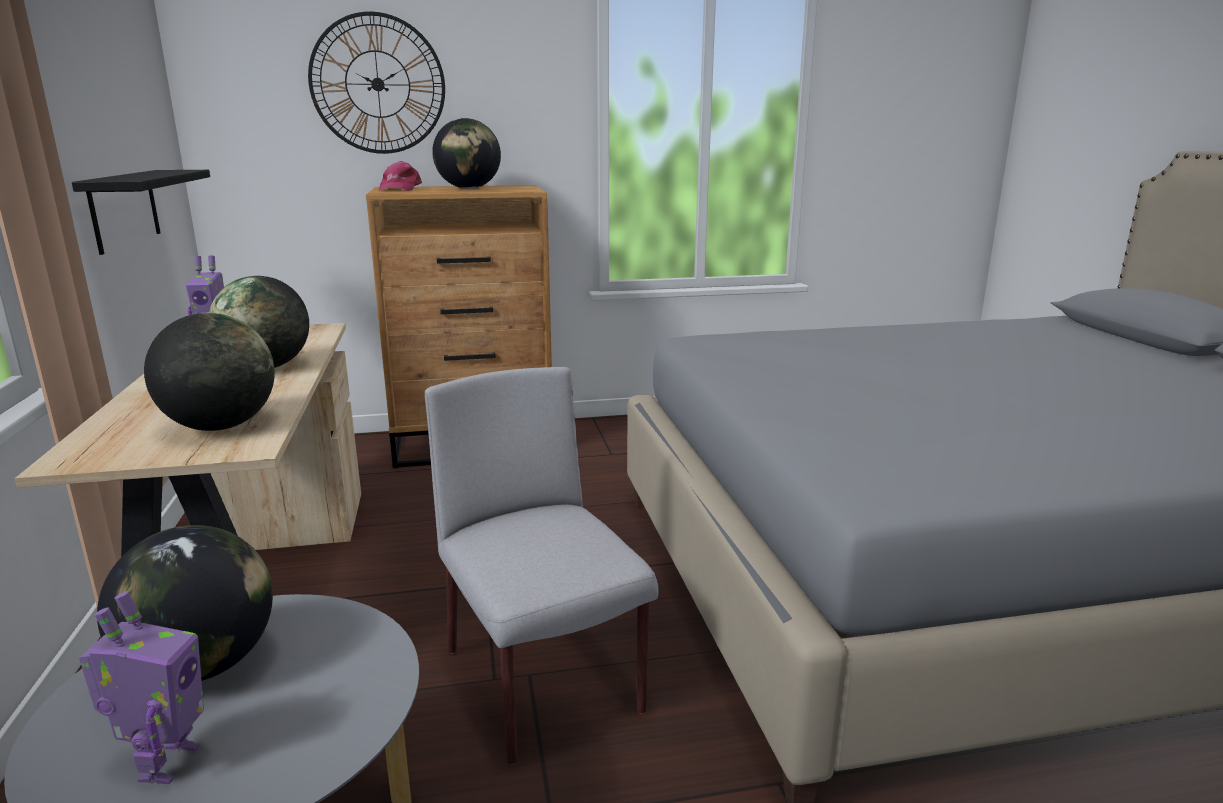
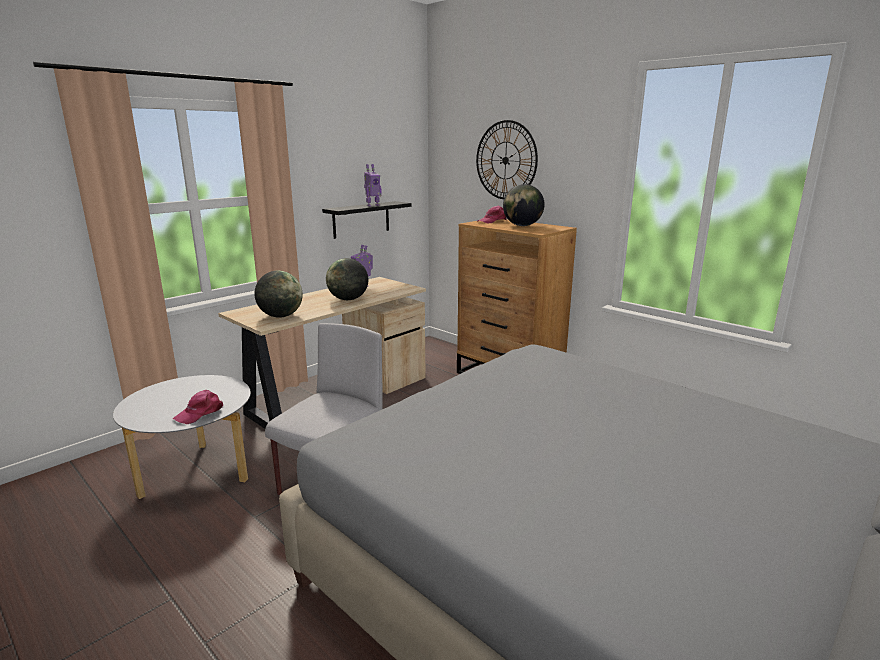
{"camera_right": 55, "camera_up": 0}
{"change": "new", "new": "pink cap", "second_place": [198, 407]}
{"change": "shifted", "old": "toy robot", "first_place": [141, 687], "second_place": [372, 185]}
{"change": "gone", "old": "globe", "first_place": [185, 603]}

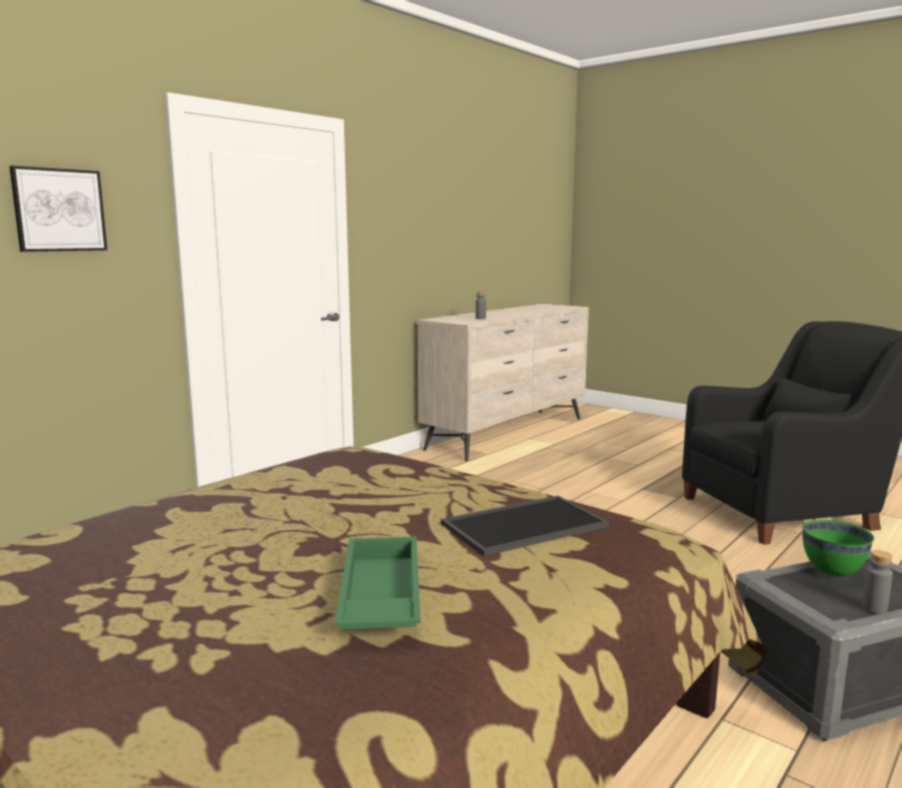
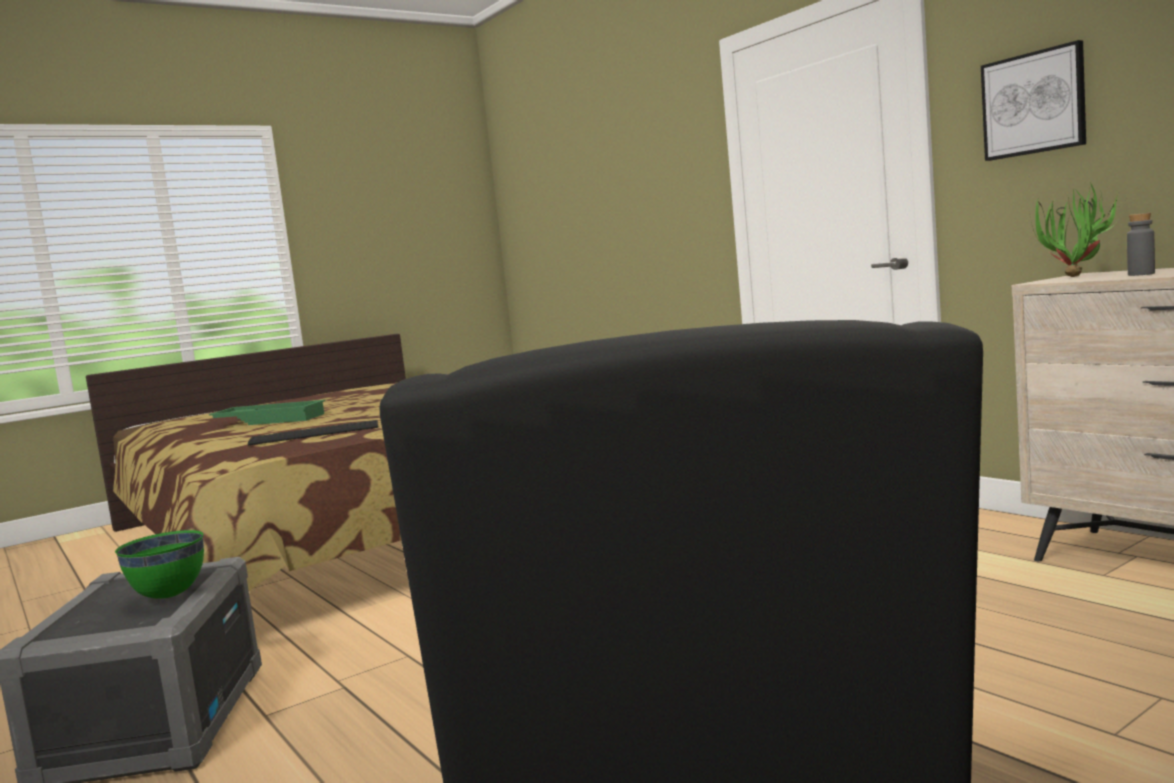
{"camera_right": 105, "camera_up": -5}
{"change": "swapped", "old": "tray", "new": "keyboard", "first_place": [525, 526], "second_place": [313, 432]}
{"change": "shifted", "old": "picture", "first_place": [58, 209], "second_place": [1033, 100]}
{"change": "new", "new": "potted plant", "second_place": [1076, 229]}
{"change": "gone", "old": "grey bottle", "first_place": [877, 582]}

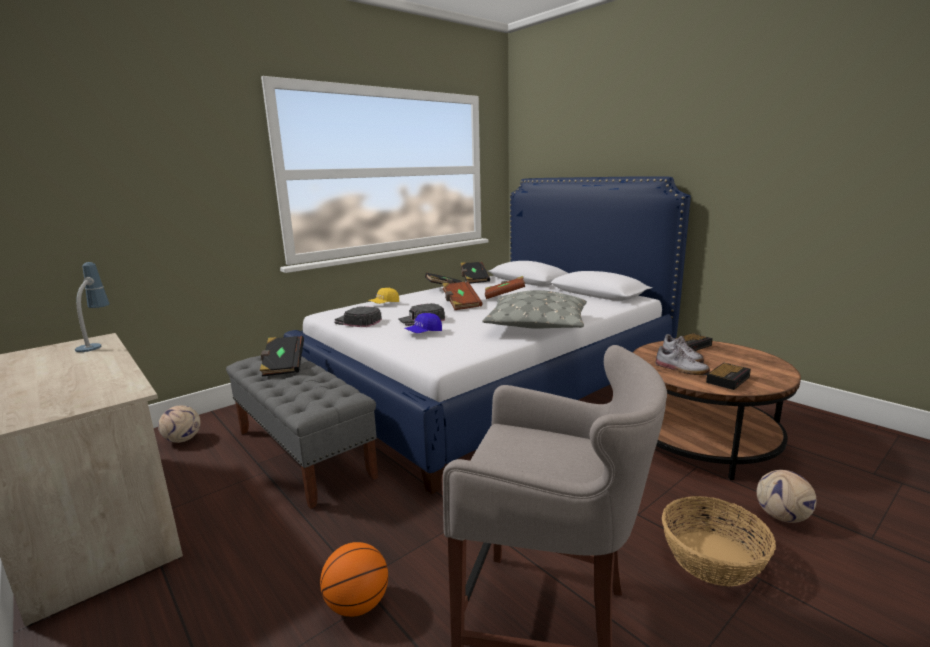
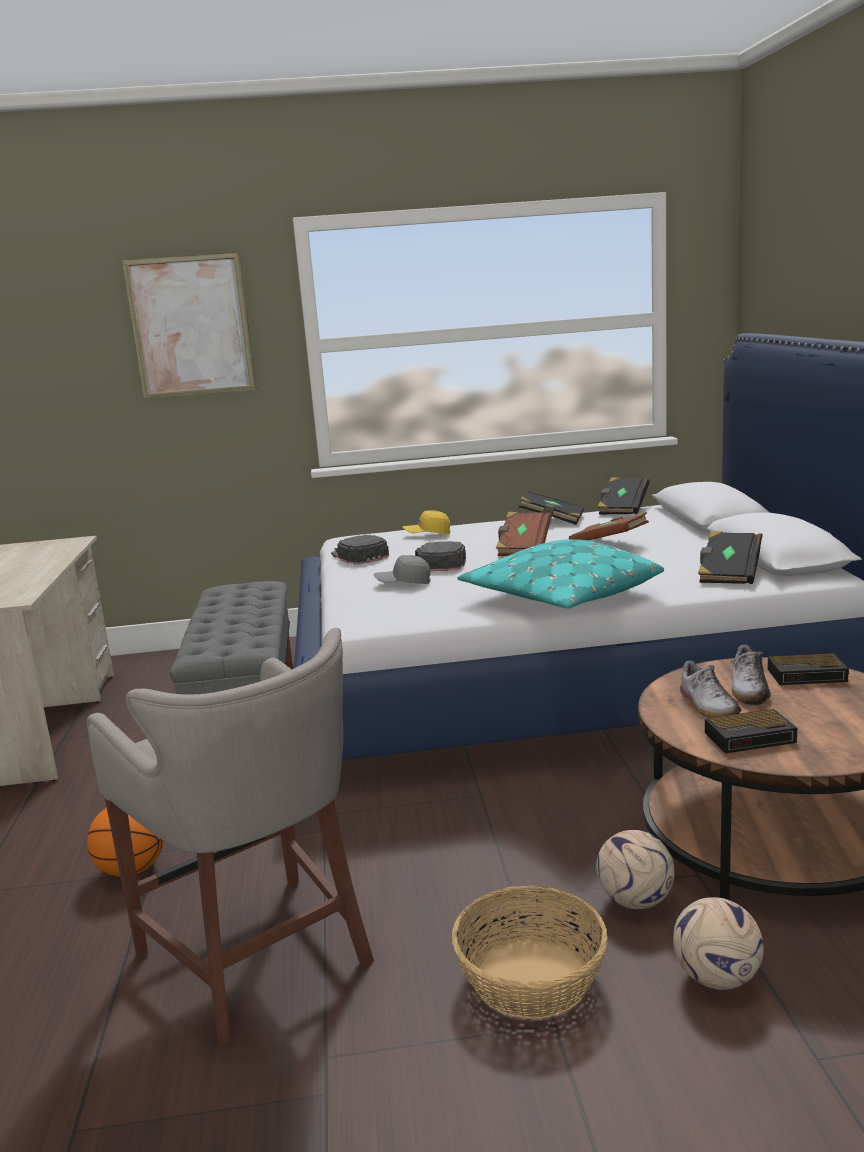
{"camera_right": 35, "camera_up": 0}
{"change": "new", "new": "picture", "second_place": [189, 325]}
{"change": "repainted", "old": "blue cap", "new": "grey cap", "first_place": [423, 323], "second_place": [402, 569]}
{"change": "repainted", "old": "grey pillow", "new": "turquoise pillow", "first_place": [534, 309], "second_place": [560, 573]}
{"change": "shifted", "old": "football", "first_place": [179, 424], "second_place": [635, 869]}
{"change": "shifted", "old": "black book", "first_place": [282, 356], "second_place": [730, 557]}
{"change": "gone", "old": "table lamp", "first_place": [92, 307]}

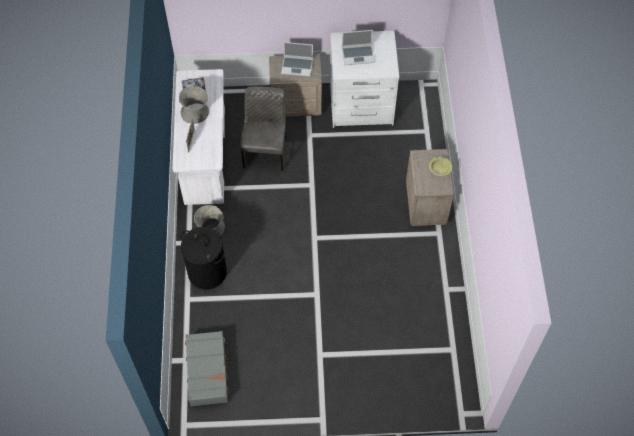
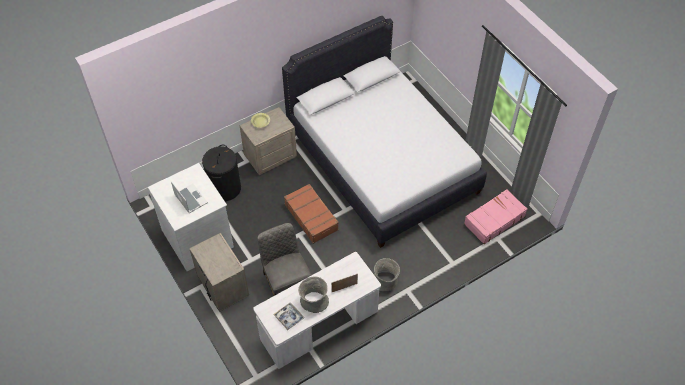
{"camera_right": -120, "camera_up": -5}
{"change": "shifted", "old": "black laundry basket", "first_place": [204, 258], "second_place": [221, 172]}
{"change": "rotated", "old": "grey chair", "first_place": [263, 128], "second_place": [284, 259], "degrees": 90}
{"change": "new", "new": "white bed", "second_place": [384, 132]}
{"change": "new", "new": "brown suitcase", "second_place": [311, 214]}
{"change": "repainted", "old": "grey suitcase", "new": "pink suitcase", "first_place": [208, 369], "second_place": [496, 216]}
{"change": "gone", "old": "laptop", "first_place": [297, 59]}

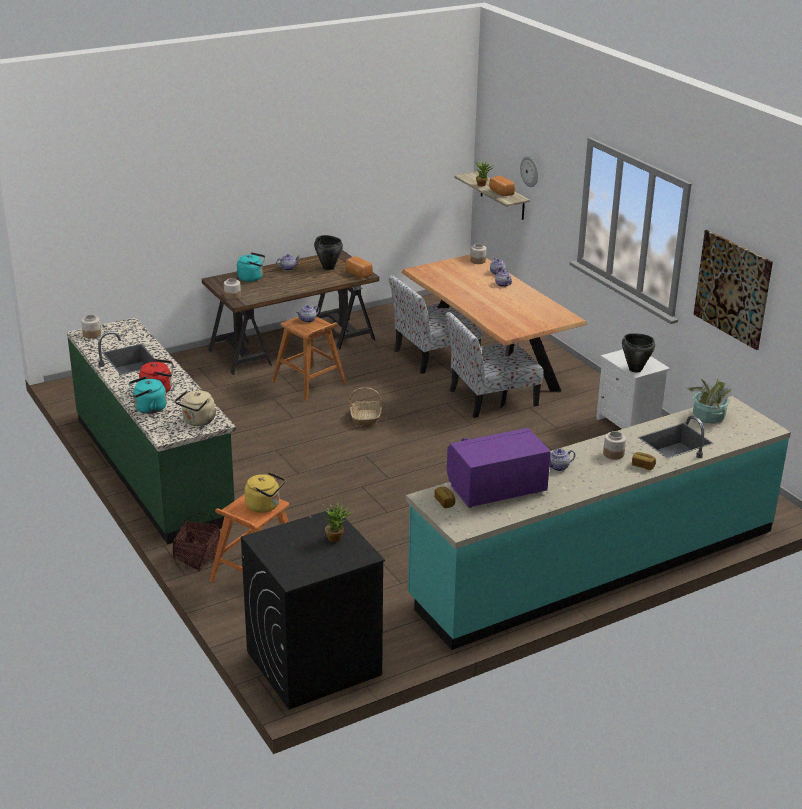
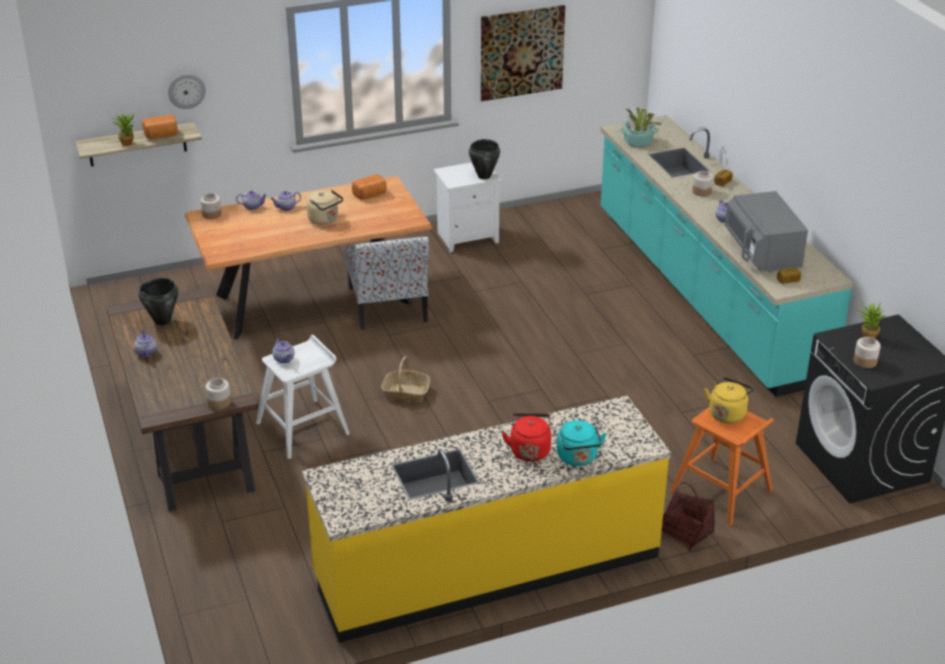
{"camera_right": -80, "camera_up": 5}
{"change": "repainted", "old": "brown stool", "new": "white stool", "first_place": [309, 358], "second_place": [303, 397]}
{"change": "repainted", "old": "green counter", "new": "yellow counter", "first_place": [151, 430], "second_place": [486, 519]}
{"change": "shifted", "old": "beige kettle", "first_place": [196, 408], "second_place": [324, 207]}
{"change": "shifted", "old": "bread", "first_place": [359, 267], "second_place": [369, 187]}
{"change": "repainted", "old": "purple microwave", "new": "grey microwave", "first_place": [499, 468], "second_place": [766, 232]}
{"change": "shifted", "old": "jar", "first_place": [91, 327], "second_place": [867, 352]}
{"change": "gone", "old": "turquoise kettle", "first_place": [251, 267]}
{"change": "gone", "old": "chair", "first_place": [436, 324]}

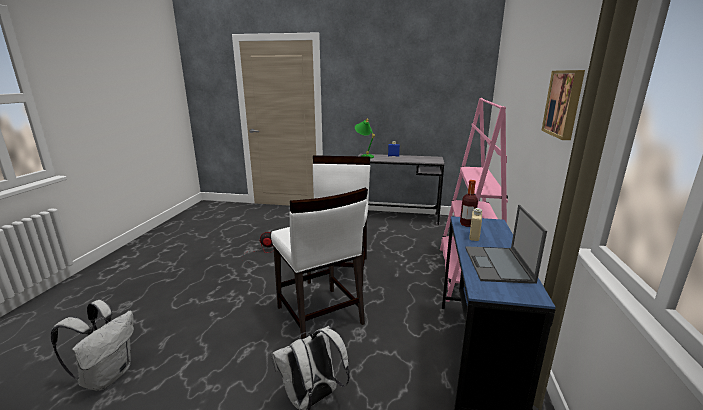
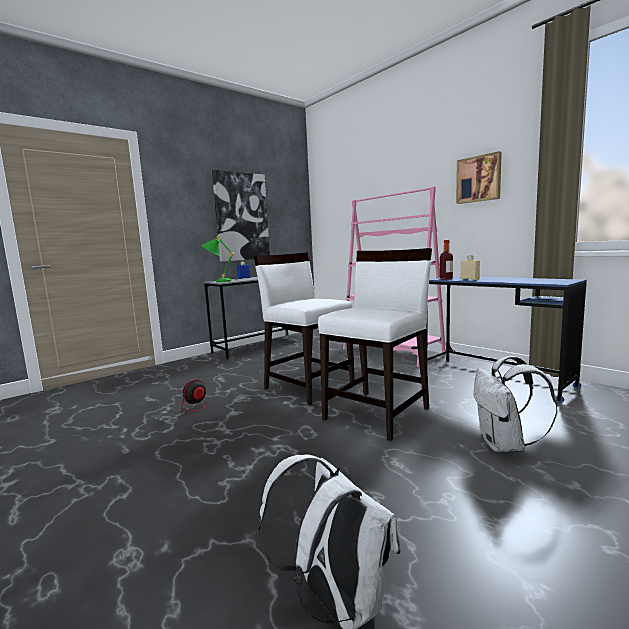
{"camera_right": -50, "camera_up": -10}
{"change": "new", "new": "picture", "second_place": [241, 216]}
{"change": "rotated", "old": "white chair", "first_place": [319, 263], "second_place": [375, 344], "degrees": -60}
{"change": "gone", "old": "laptop", "first_place": [506, 244]}

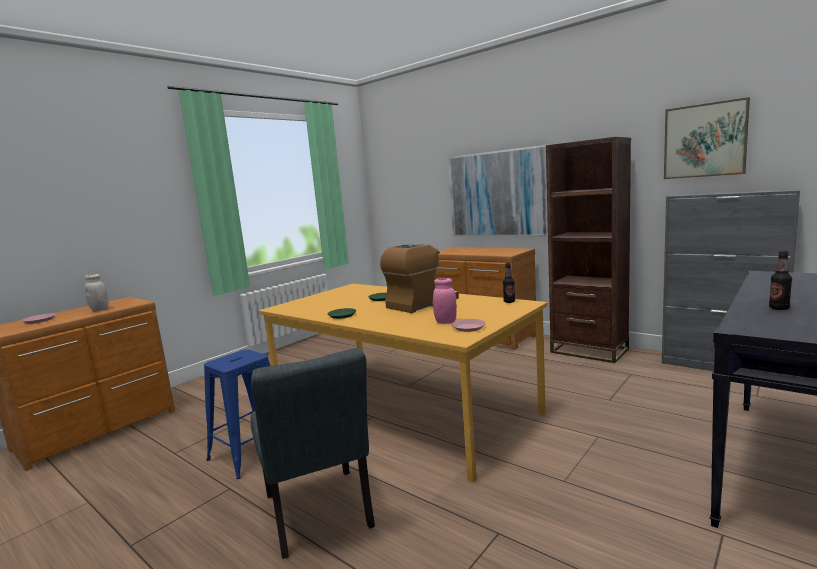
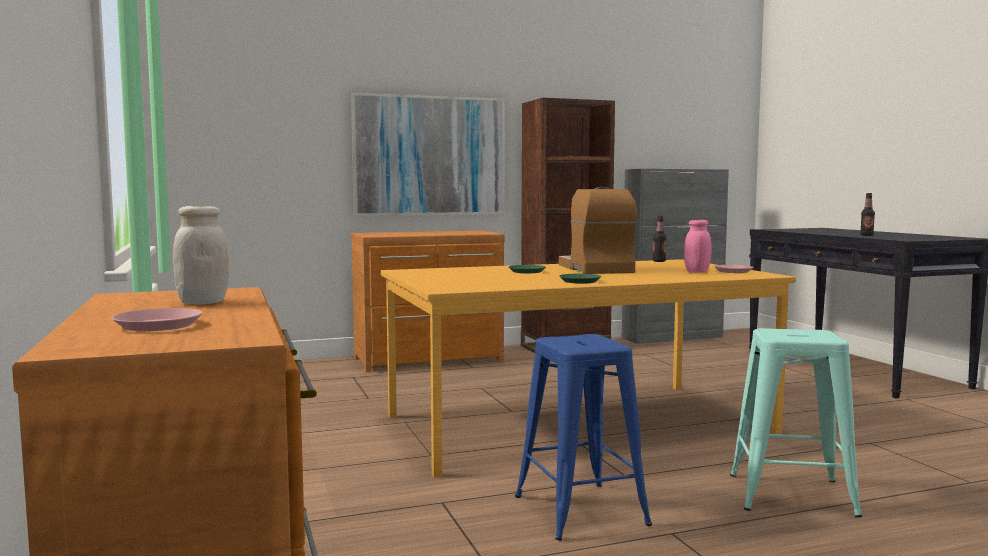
{"camera_right": -60, "camera_up": -5}
{"change": "swapped", "old": "grey chair", "new": "turquoise stool", "first_place": [313, 453], "second_place": [796, 423]}
{"change": "gone", "old": "picture", "first_place": [707, 138]}

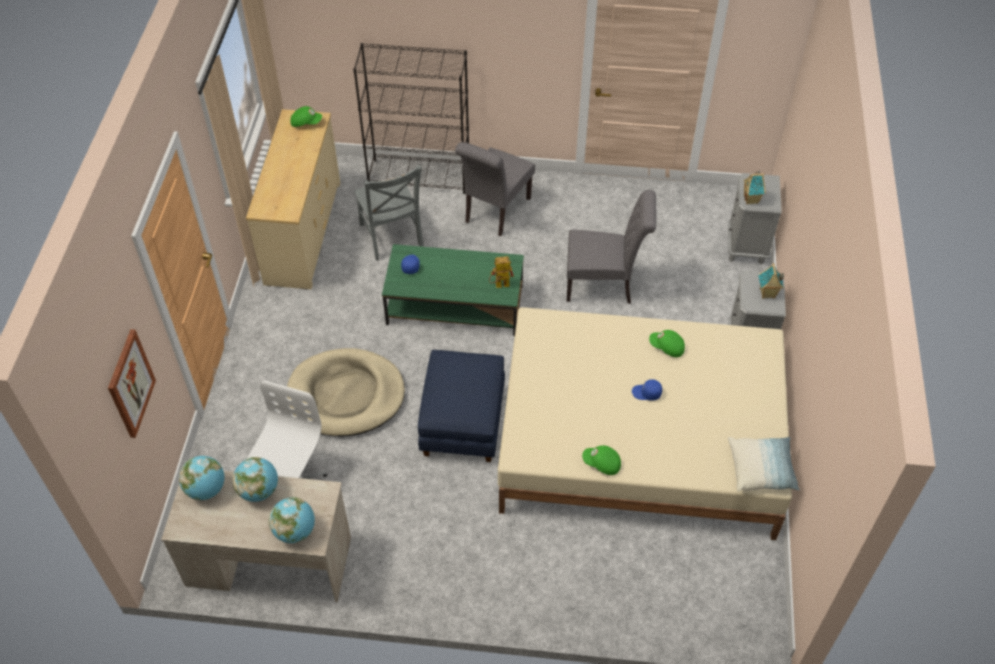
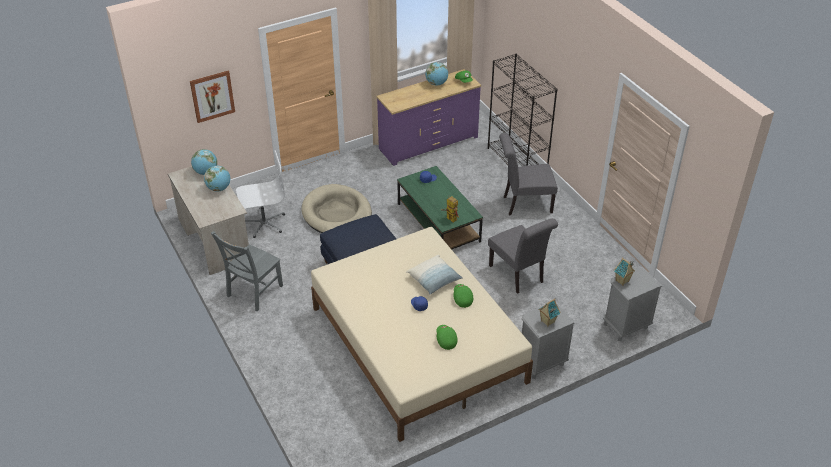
{"camera_right": 55, "camera_up": -10}
{"change": "shifted", "old": "grey chair", "first_place": [389, 213], "second_place": [247, 271]}
{"change": "repainted", "old": "beige dresser", "new": "purple dresser", "first_place": [293, 199], "second_place": [429, 117]}
{"change": "shifted", "old": "pillow", "first_place": [764, 464], "second_place": [434, 275]}
{"change": "shifted", "old": "globe", "first_place": [292, 520], "second_place": [436, 74]}
{"change": "shifted", "old": "green cap", "first_place": [601, 460], "second_place": [447, 337]}

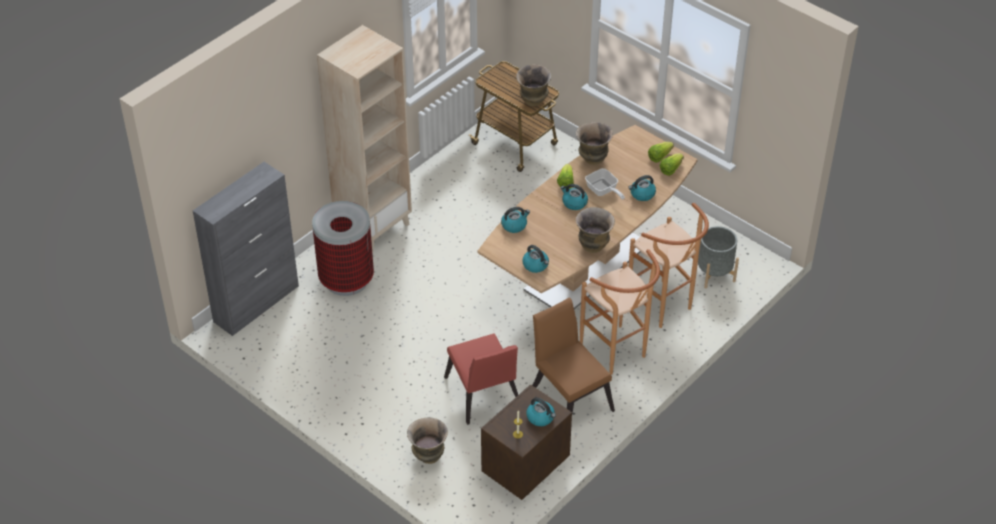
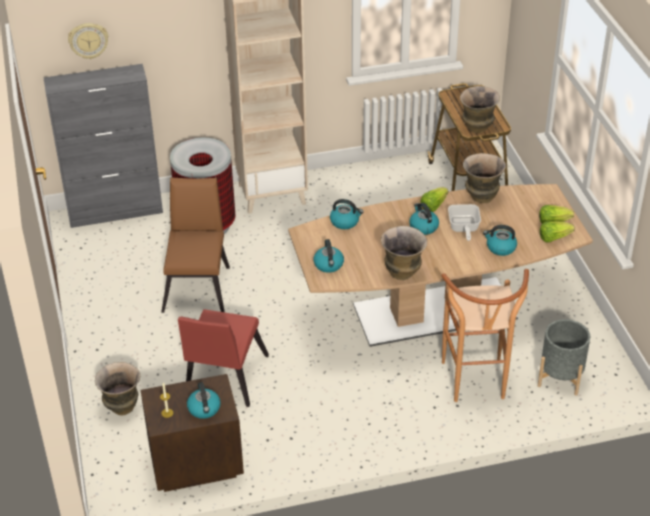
{"camera_right": 35, "camera_up": -5}
{"change": "new", "new": "wall clock", "second_place": [88, 41]}
{"change": "shifted", "old": "brown chair", "first_place": [573, 355], "second_place": [195, 245]}
{"change": "gone", "old": "brown stool", "first_place": [620, 312]}

